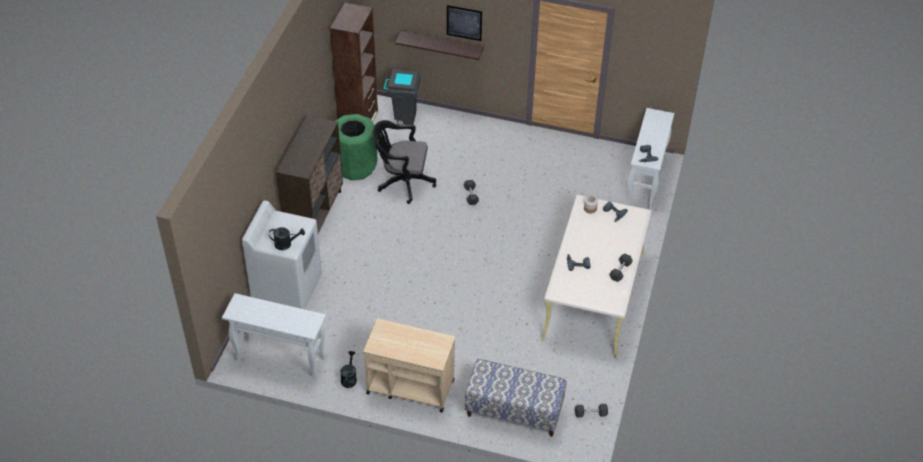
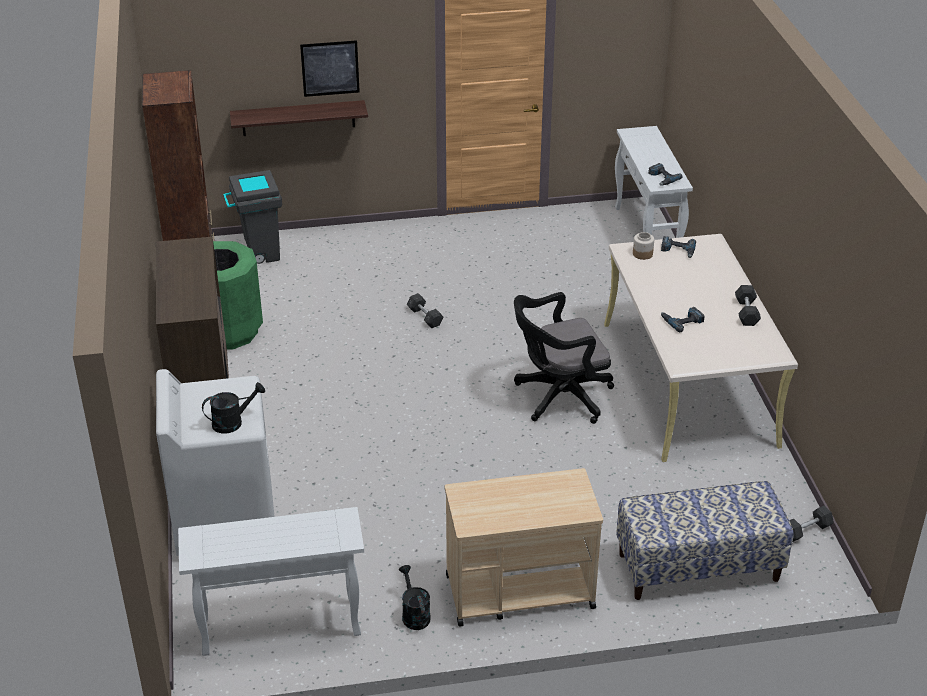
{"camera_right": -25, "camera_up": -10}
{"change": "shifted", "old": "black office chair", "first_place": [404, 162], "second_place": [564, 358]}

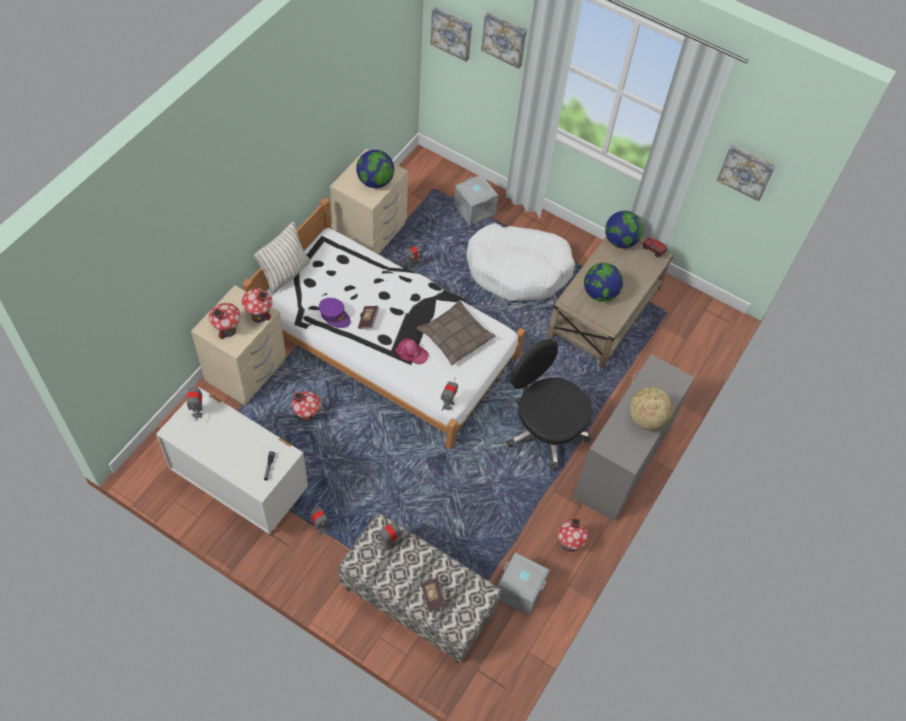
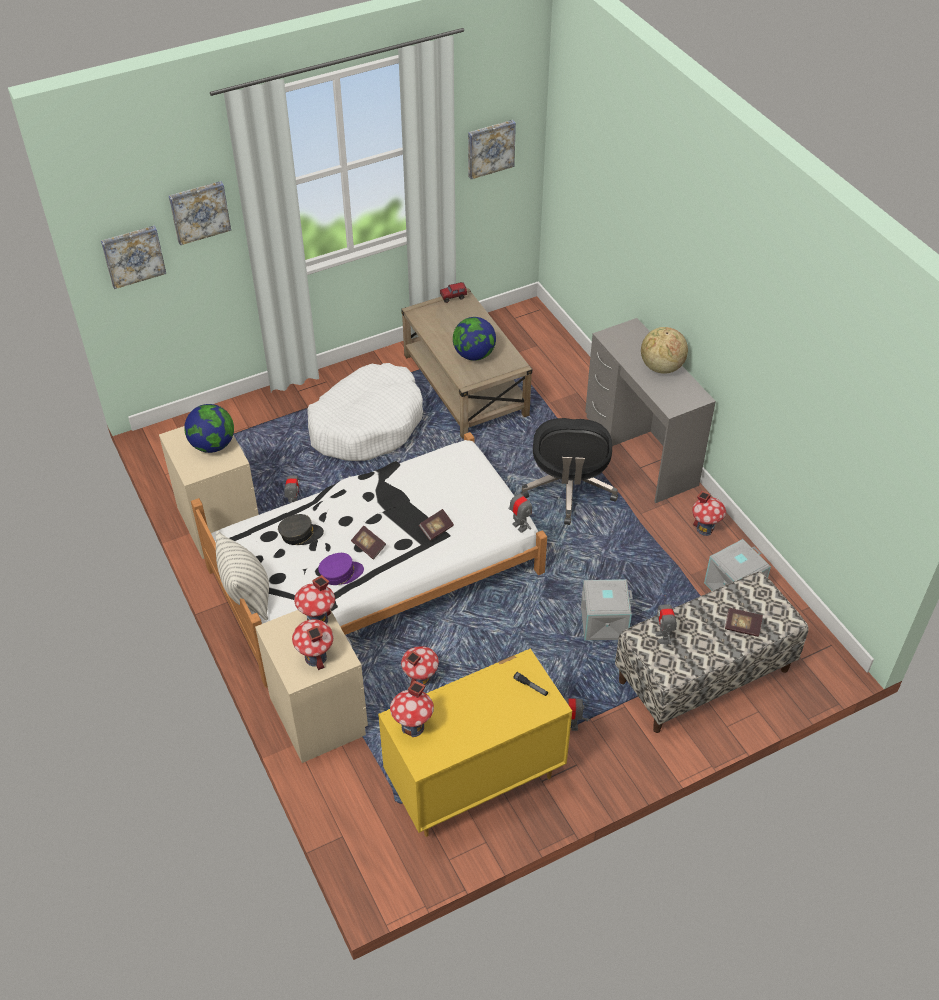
{"camera_right": -55, "camera_up": -10}
{"change": "new", "new": "grey cap", "second_place": [301, 529]}
{"change": "repainted", "old": "white dresser", "new": "yellow dresser", "first_place": [232, 461], "second_place": [475, 743]}
{"change": "swapped", "old": "toy robot", "new": "toy house", "first_place": [195, 400], "second_place": [412, 708]}
{"change": "swapped", "old": "pink cap", "new": "book", "first_place": [412, 351], "second_place": [436, 525]}
{"change": "rotated", "old": "black office chair", "first_place": [549, 405], "second_place": [569, 471], "degrees": -75}
{"change": "shifted", "old": "grey storage box", "first_place": [476, 200], "second_place": [607, 610]}
{"change": "gone", "old": "pillow", "first_place": [456, 333]}
{"change": "gone", "old": "globe", "first_place": [624, 229]}

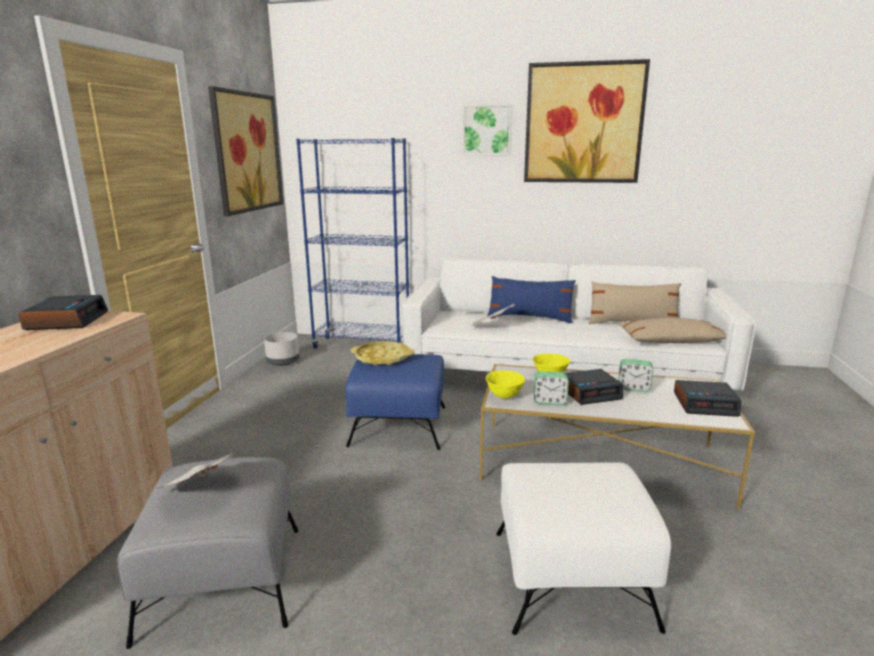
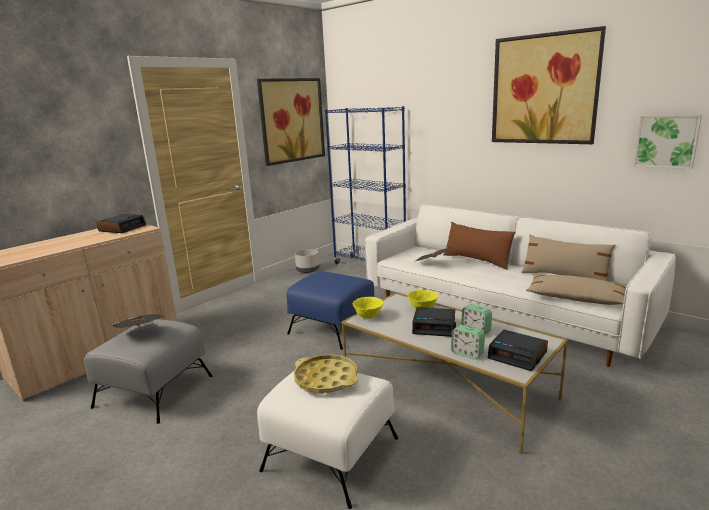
{"camera_right": 30, "camera_up": 0}
{"change": "shifted", "old": "yellow tray", "first_place": [383, 353], "second_place": [326, 374]}
{"change": "repainted", "old": "blue pillow", "new": "brown pillow", "first_place": [531, 299], "second_place": [479, 246]}
{"change": "shifted", "old": "alarm clock", "first_place": [551, 388], "second_place": [468, 342]}
{"change": "shifted", "old": "picture", "first_place": [487, 129], "second_place": [668, 142]}

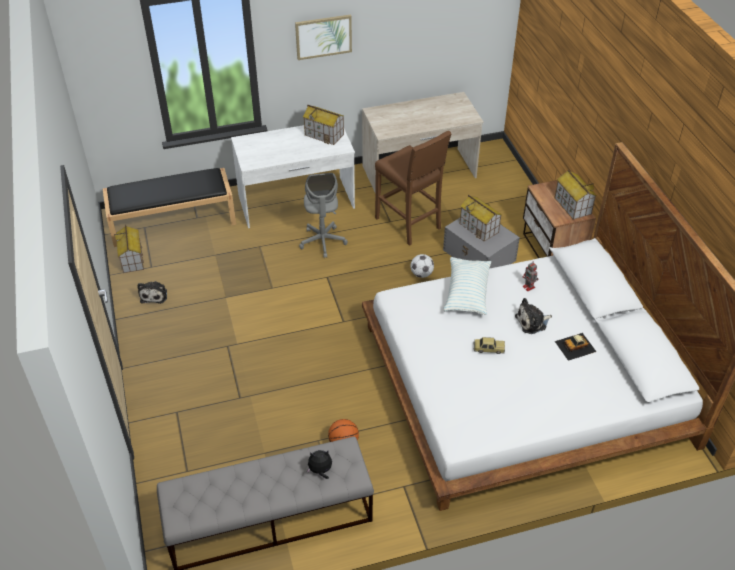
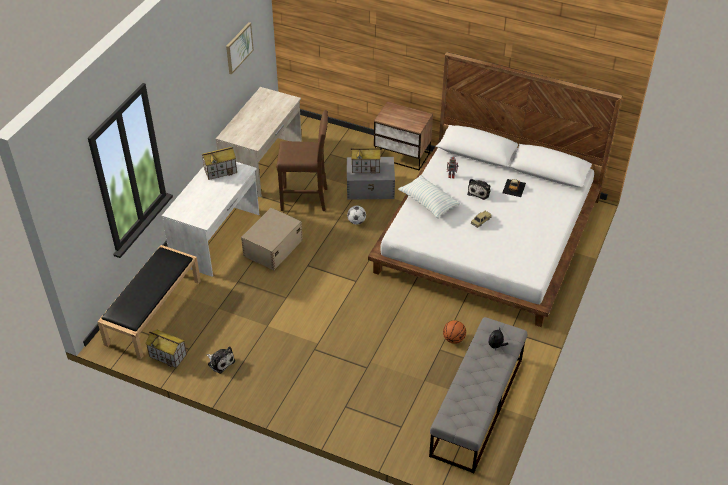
{"camera_right": -50, "camera_up": 0}
{"change": "shifted", "old": "picture", "first_place": [323, 37], "second_place": [240, 48]}
{"change": "swapped", "old": "grey office chair", "new": "beige storage box", "first_place": [323, 215], "second_place": [272, 239]}
{"change": "gone", "old": "toy house", "first_place": [575, 195]}

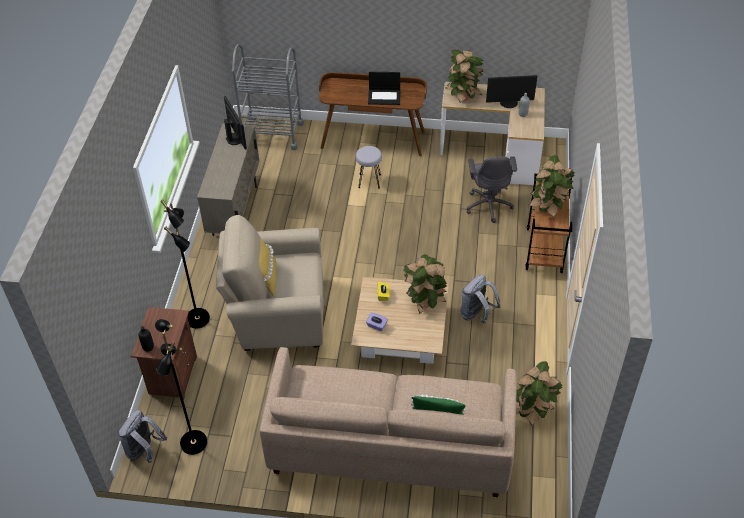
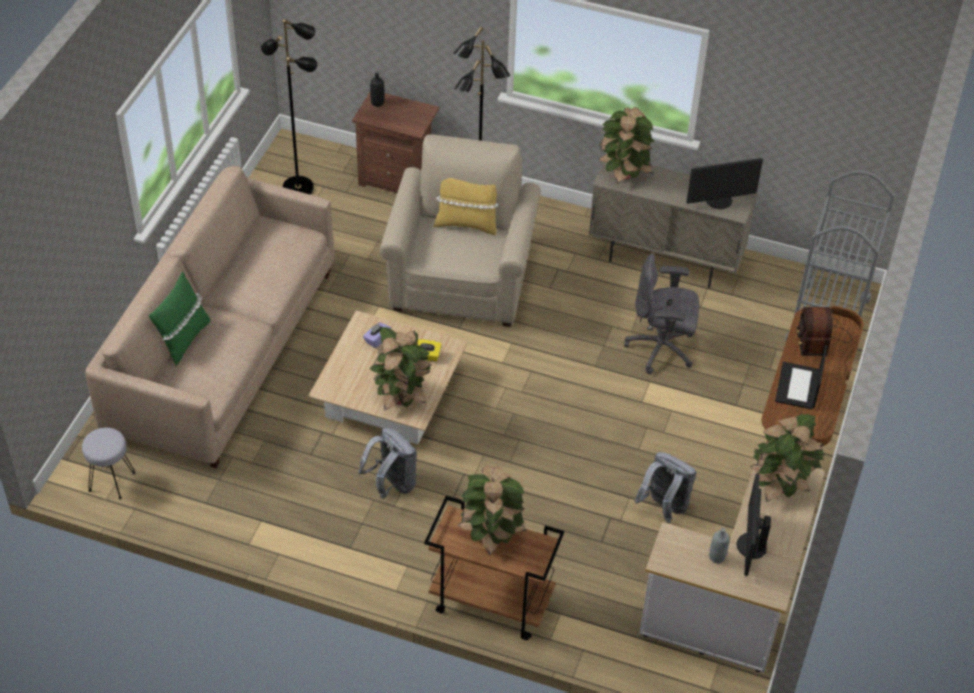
{"camera_right": 100, "camera_up": 0}
{"change": "shifted", "old": "grey stool", "first_place": [369, 167], "second_place": [109, 463]}
{"change": "shifted", "old": "potted plant", "first_place": [539, 393], "second_place": [626, 145]}
{"change": "shifted", "old": "grey office chair", "first_place": [491, 189], "second_place": [661, 314]}
{"change": "shifted", "old": "grey backpack", "first_place": [142, 436], "second_place": [665, 487]}
{"change": "new", "new": "radio", "second_place": [824, 331]}

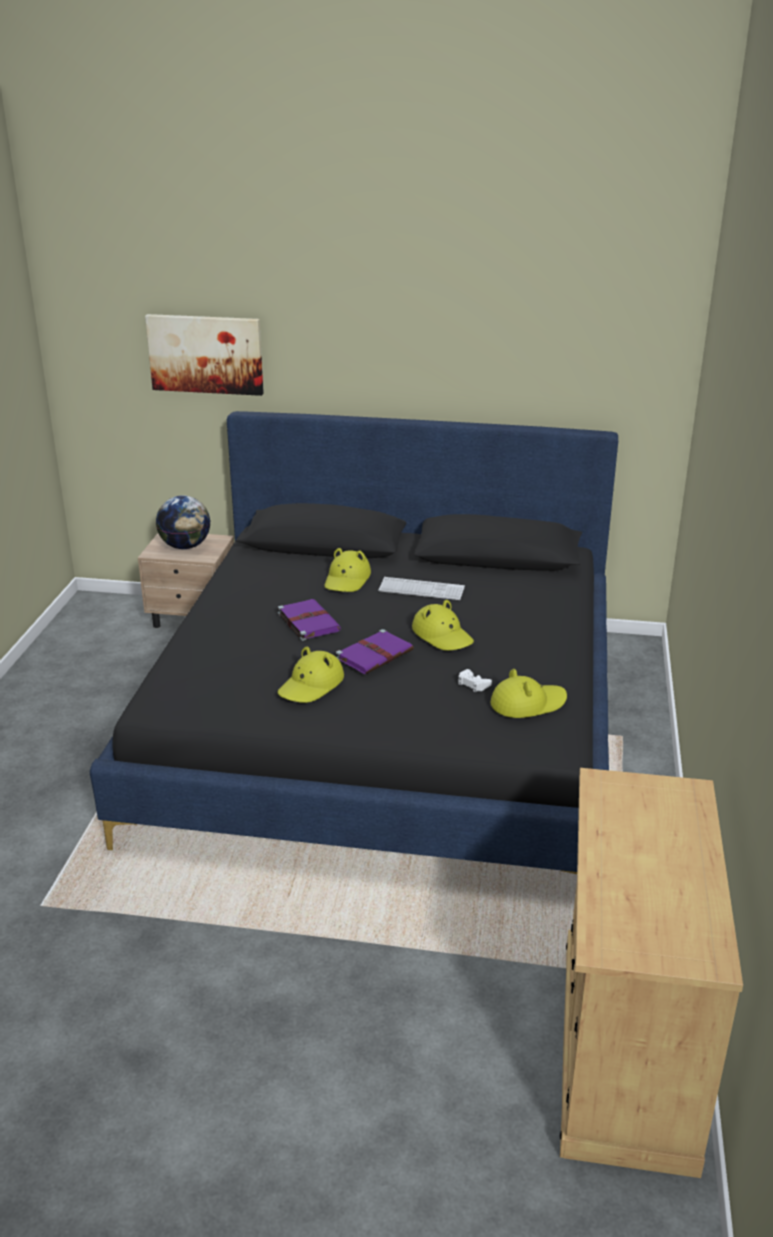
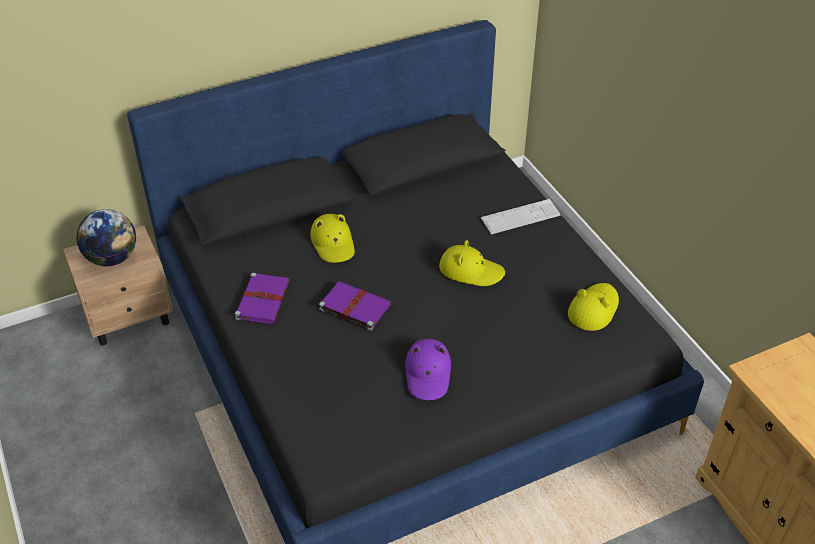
{"camera_right": -35, "camera_up": 15}
{"change": "shifted", "old": "purple book", "first_place": [375, 651], "second_place": [262, 298]}
{"change": "repainted", "old": "yellow hat", "new": "purple hat", "first_place": [311, 675], "second_place": [428, 369]}
{"change": "shifted", "old": "keyboard", "first_place": [421, 588], "second_place": [521, 216]}
{"change": "gone", "old": "picture", "first_place": [204, 355]}
{"change": "gone", "old": "white game controller", "first_place": [475, 681]}

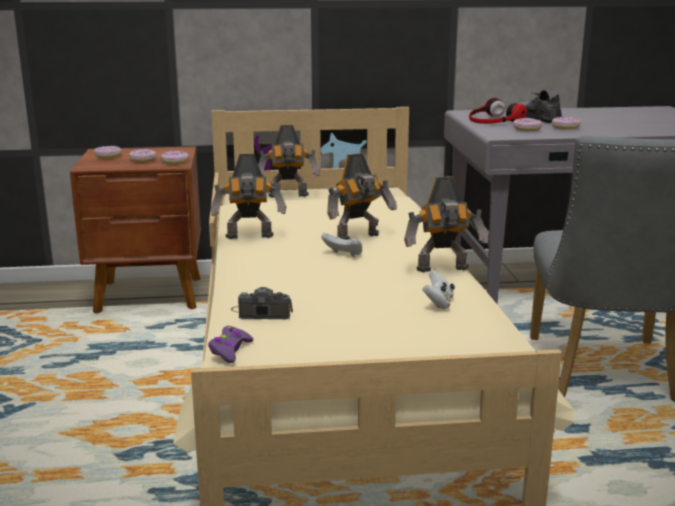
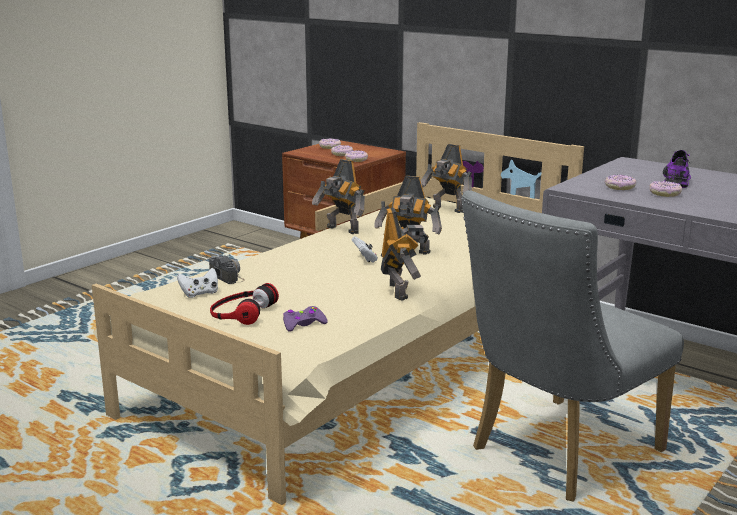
{"camera_right": 45, "camera_up": 0}
{"change": "shifted", "old": "white game controller", "first_place": [439, 289], "second_place": [197, 283]}
{"change": "shifted", "old": "headphones", "first_place": [498, 111], "second_place": [244, 304]}
{"change": "shifted", "old": "purple game controller", "first_place": [231, 344], "second_place": [305, 319]}
{"change": "rotated", "old": "toy robot", "first_place": [446, 224], "second_place": [405, 254], "degrees": -135}
{"change": "repainted", "old": "grey shoe", "new": "purple shoe", "first_place": [539, 106], "second_place": [677, 169]}

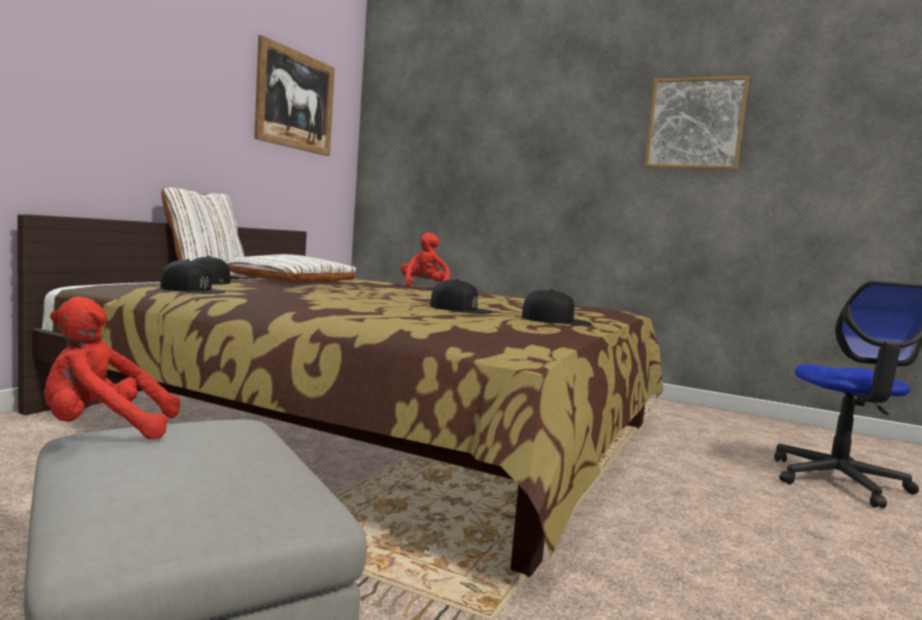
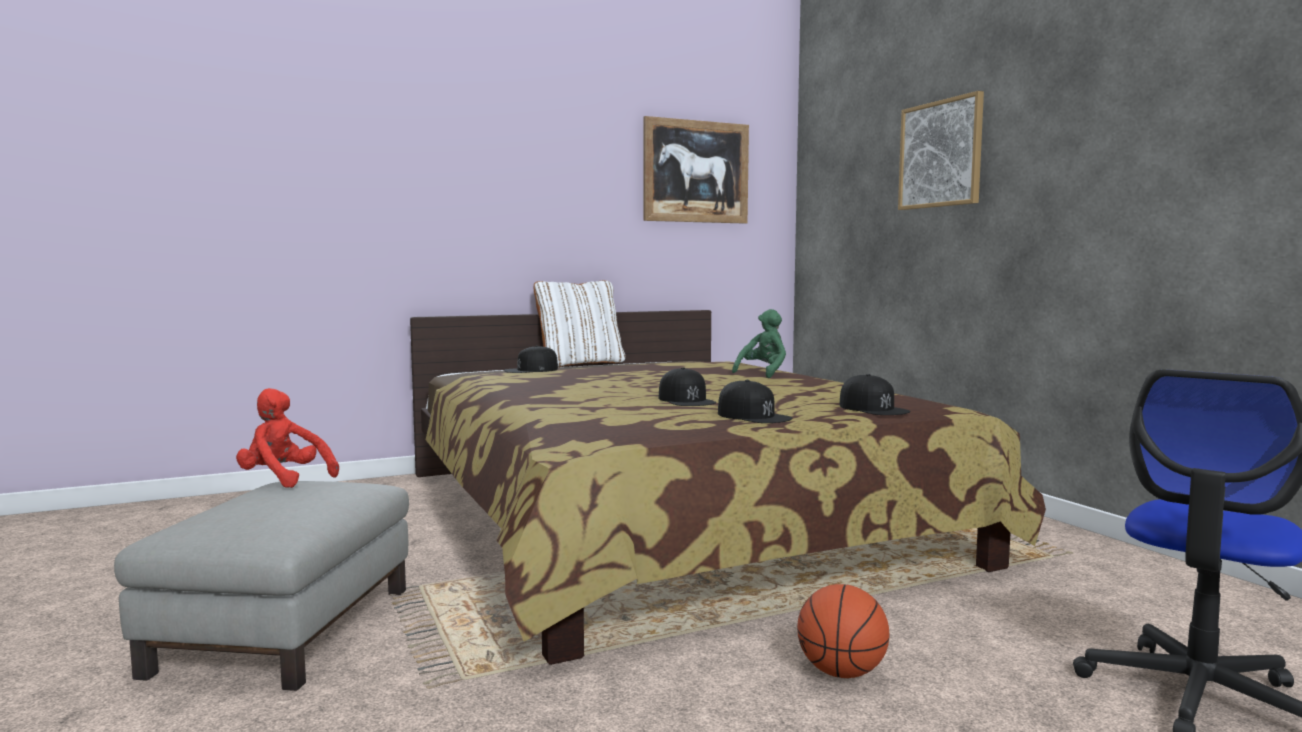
{"camera_right": 40, "camera_up": 0}
{"change": "repainted", "old": "red plush toy", "new": "green plush toy", "first_place": [425, 259], "second_place": [759, 343]}
{"change": "new", "new": "basketball", "second_place": [843, 631]}
{"change": "shifted", "old": "black cap", "first_place": [193, 276], "second_place": [875, 394]}
{"change": "shifted", "old": "picture", "first_place": [697, 123], "second_place": [941, 150]}
{"change": "gone", "old": "white pillow", "first_place": [291, 268]}

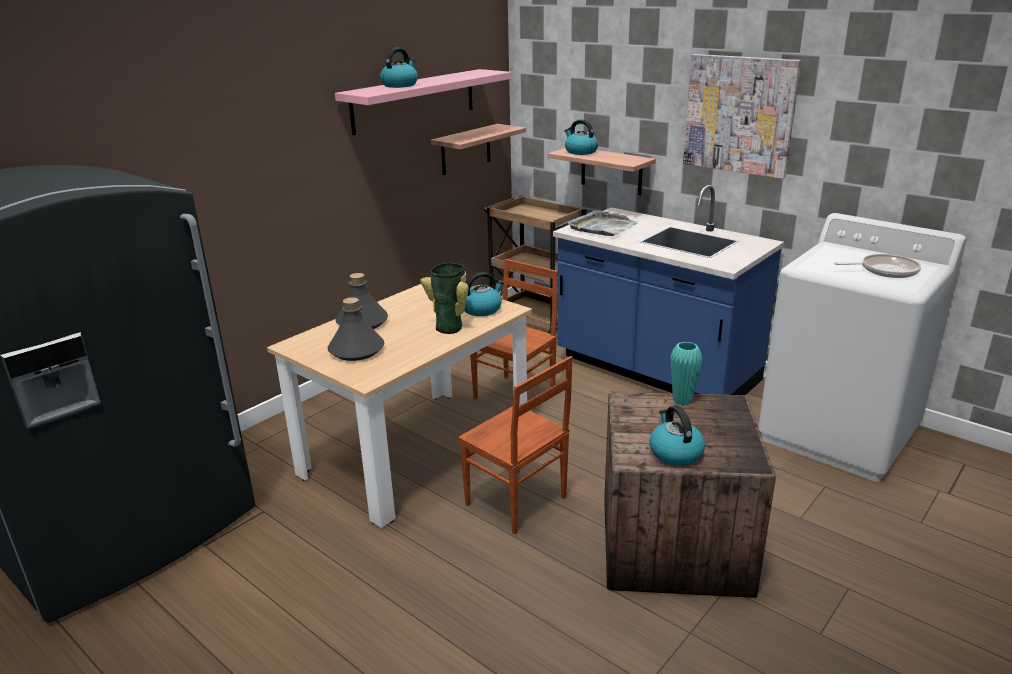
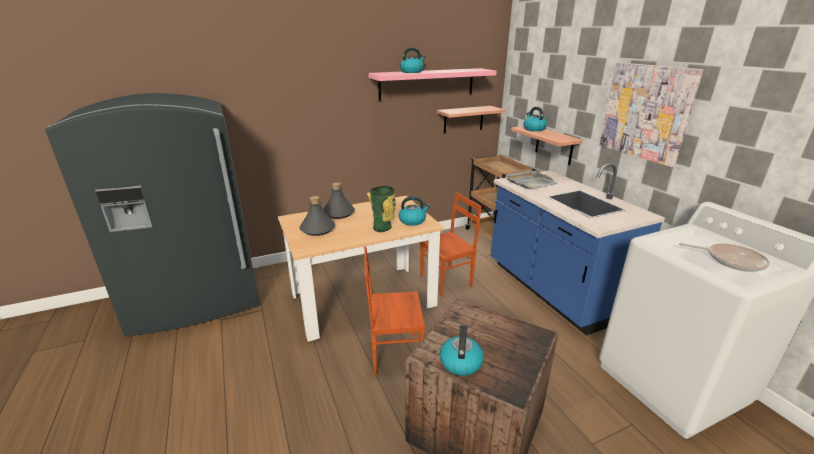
{"camera_right": 25, "camera_up": 0}
{"change": "rotated", "old": "brown chair", "first_place": [515, 445], "second_place": [394, 311], "degrees": 105}
{"change": "gone", "old": "turquoise vase", "first_place": [686, 373]}

